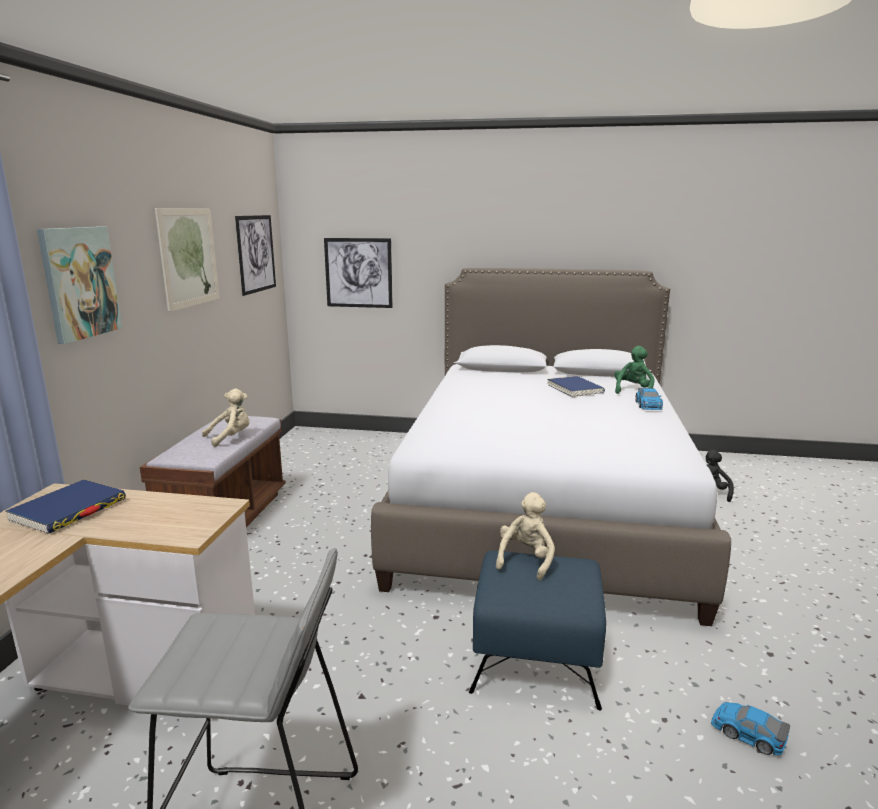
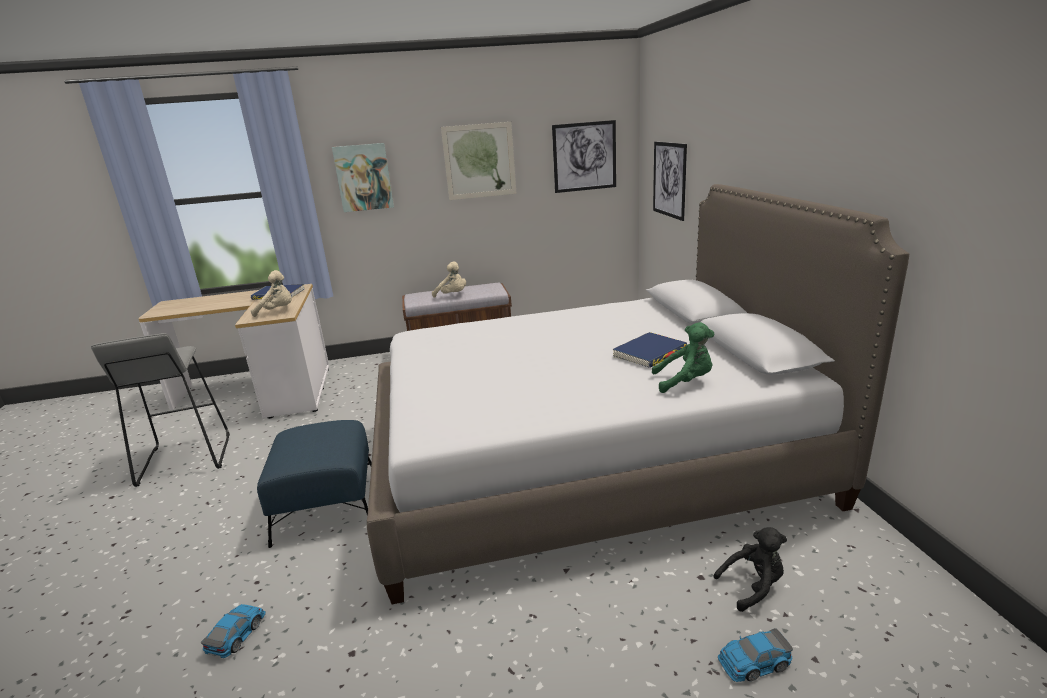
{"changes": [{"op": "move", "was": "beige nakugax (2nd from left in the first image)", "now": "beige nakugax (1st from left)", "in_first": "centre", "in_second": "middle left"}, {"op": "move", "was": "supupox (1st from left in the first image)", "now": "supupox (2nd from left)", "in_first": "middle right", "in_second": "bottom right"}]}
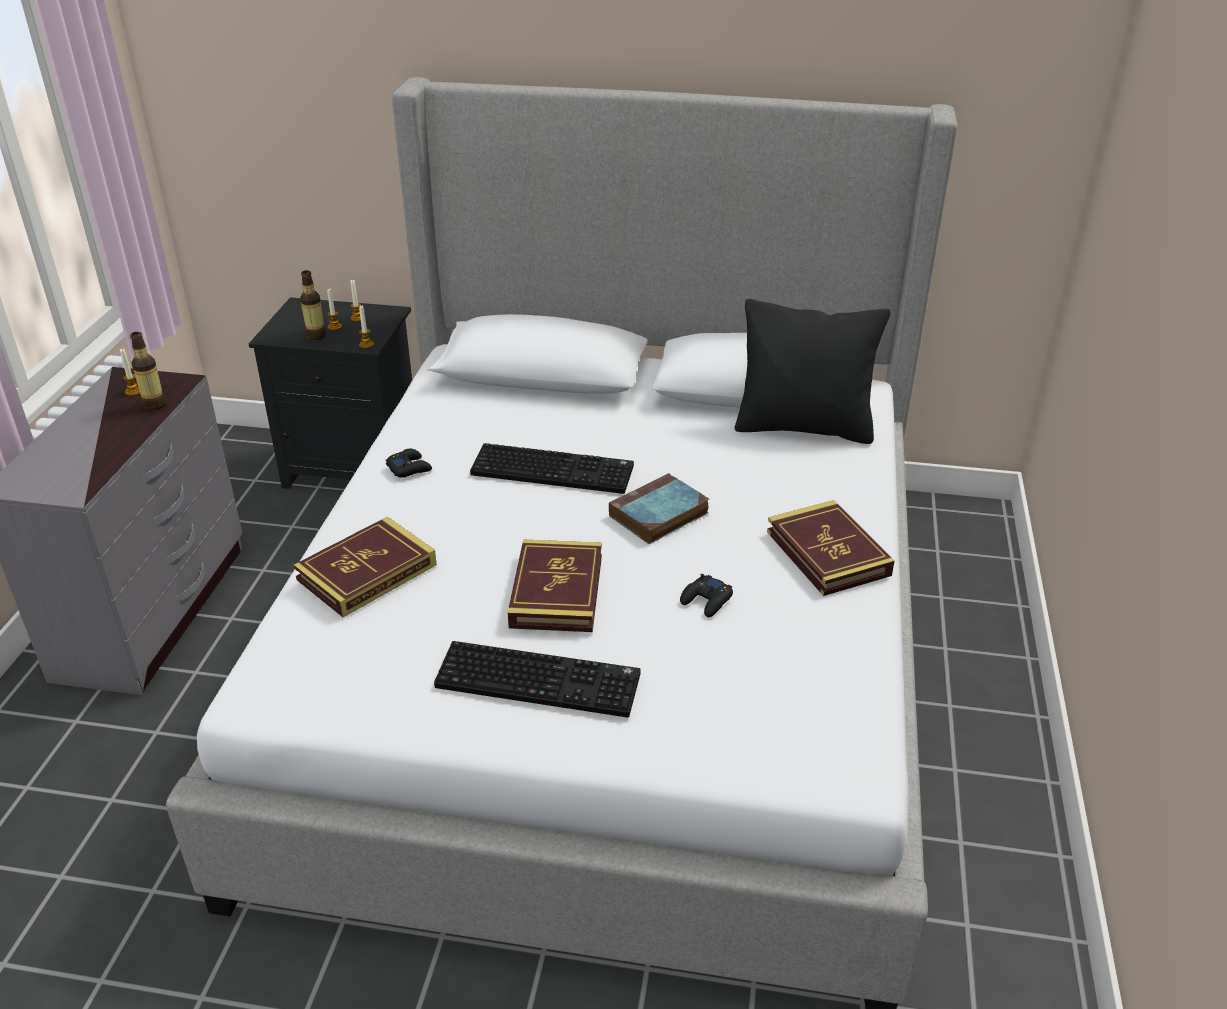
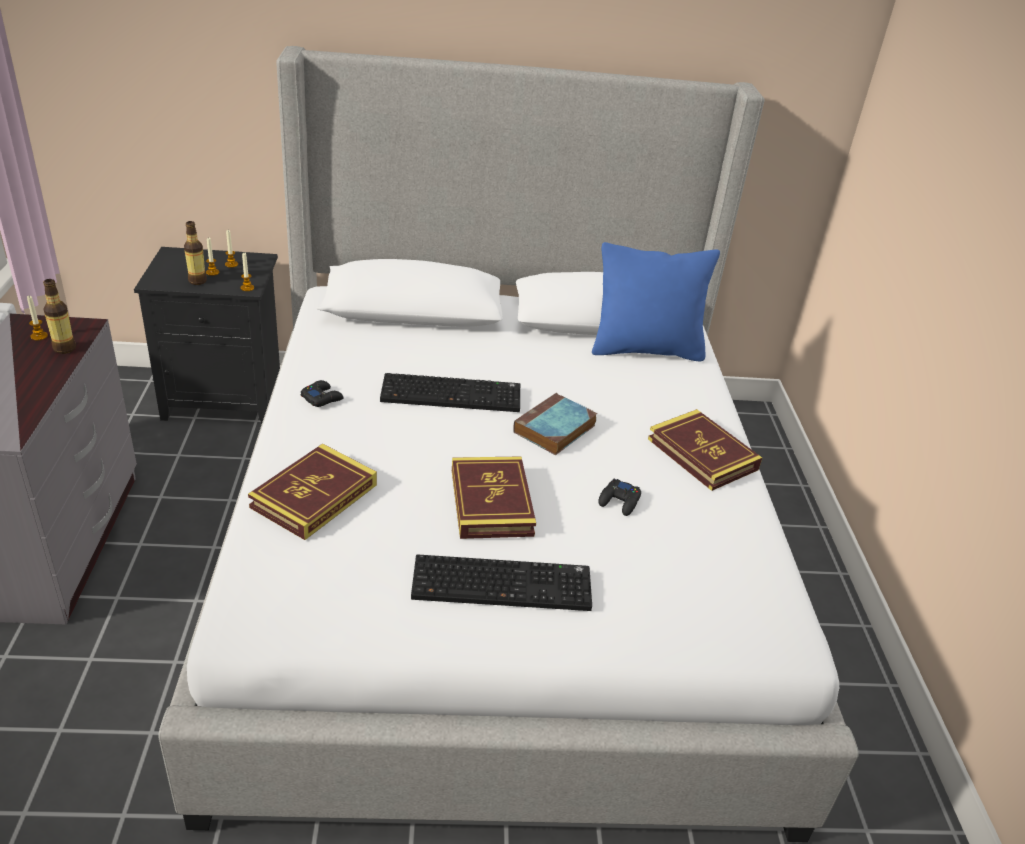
{"changes": [{"op": "recolor", "was": "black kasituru", "now": "blue kasituru", "in_first": "centre", "in_second": "centre"}]}
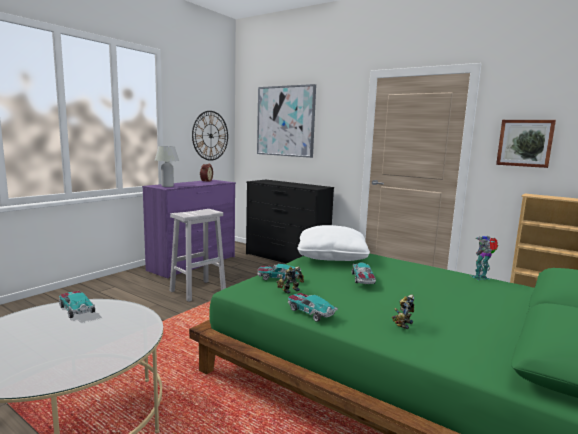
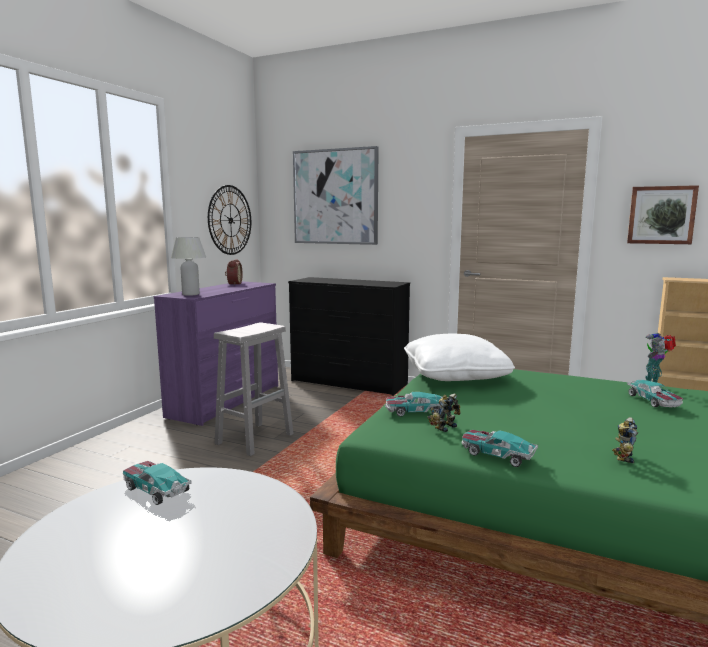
{"changes": [{"op": "move", "was": "supupox (4th from left)", "in_first": "centre", "in_second": "middle right"}]}
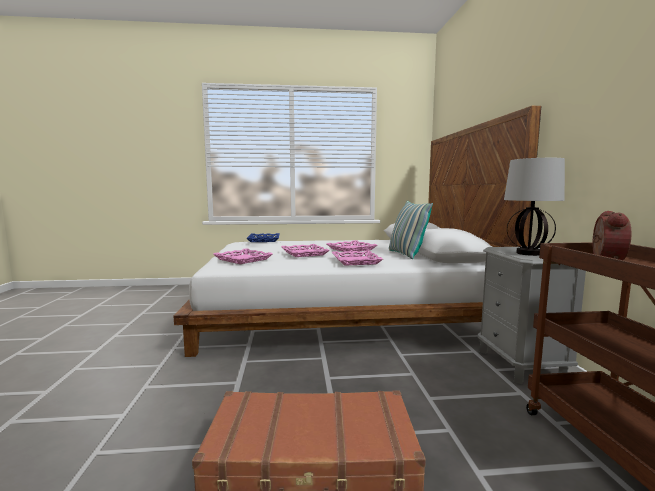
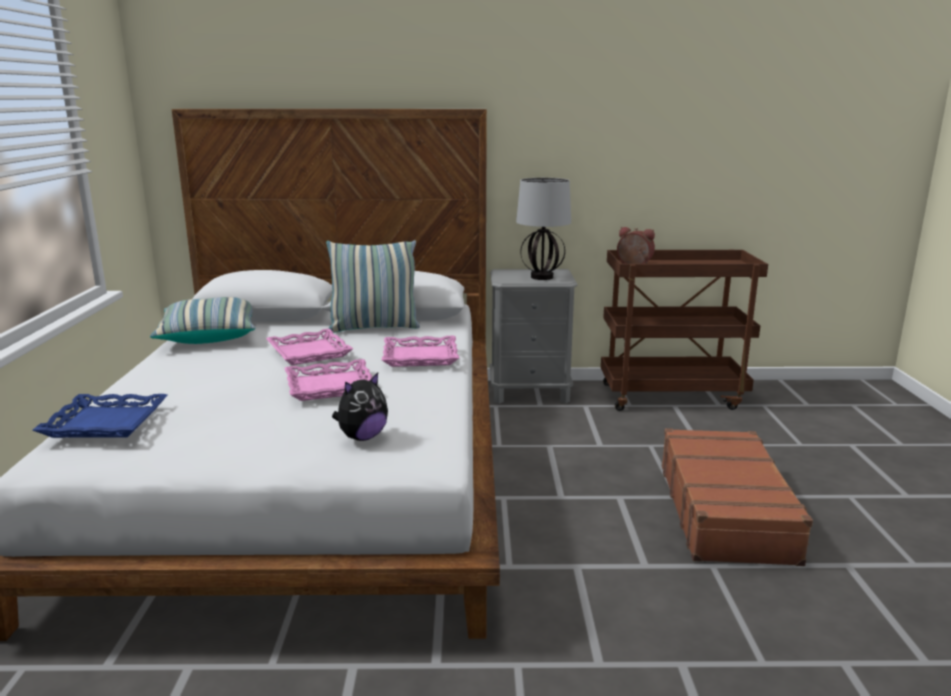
{"changes": [{"op": "insert", "now": "kasituru (1st from left)", "in_second": "middle left"}, {"op": "replace", "was": "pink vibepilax (1st from left)", "now": "nakugax", "in_first": "centre", "in_second": "centre"}]}
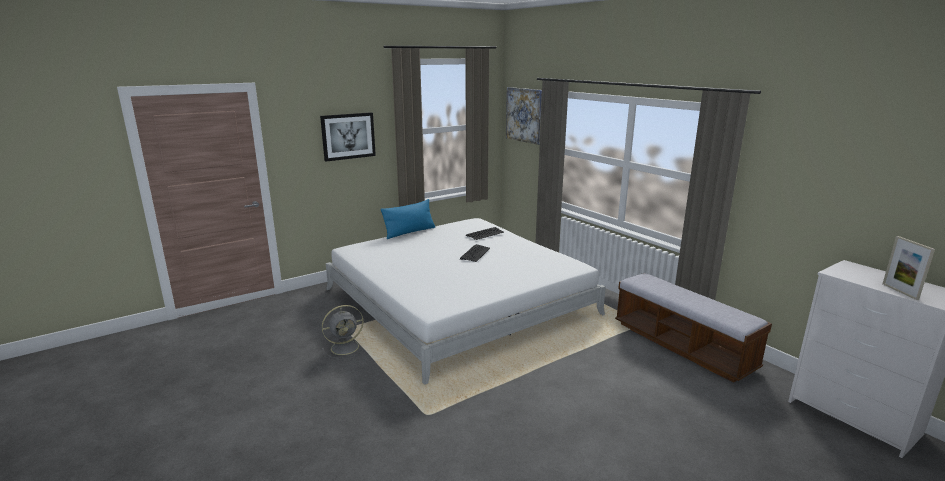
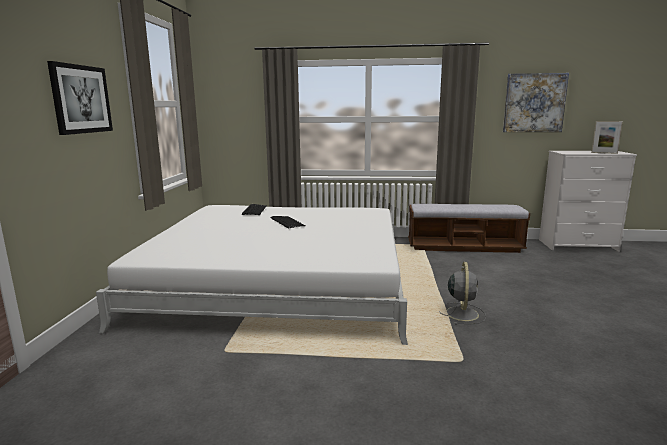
{"changes": [{"op": "move", "was": "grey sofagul", "in_first": "bottom centre", "in_second": "middle right"}, {"op": "move", "was": "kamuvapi (2nd from left)", "in_first": "top centre", "in_second": "top right"}, {"op": "delete", "was": "blue kasituru", "in_first": "centre"}]}
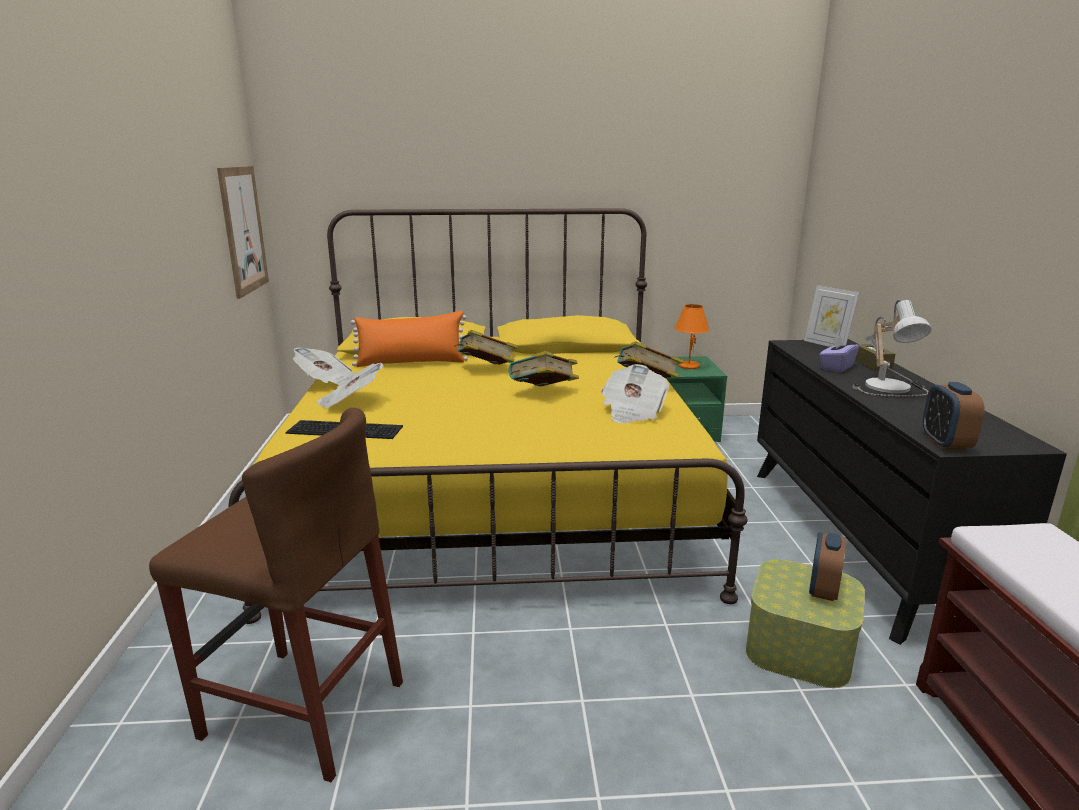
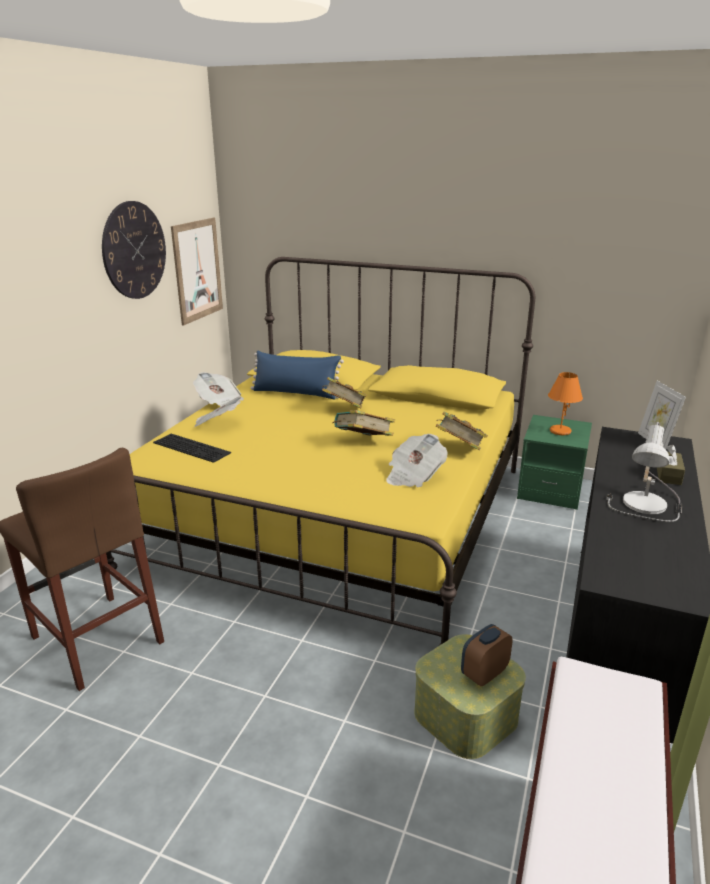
{"changes": [{"op": "insert", "now": "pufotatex", "in_second": "top left"}, {"op": "recolor", "was": "orange kasituru", "now": "blue kasituru", "in_first": "centre", "in_second": "centre"}, {"op": "delete", "was": "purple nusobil", "in_first": "middle right"}, {"op": "delete", "was": "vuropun (2nd from left)", "in_first": "middle right"}]}
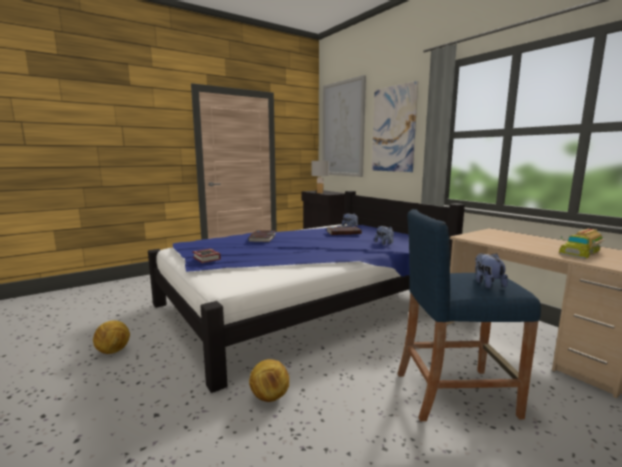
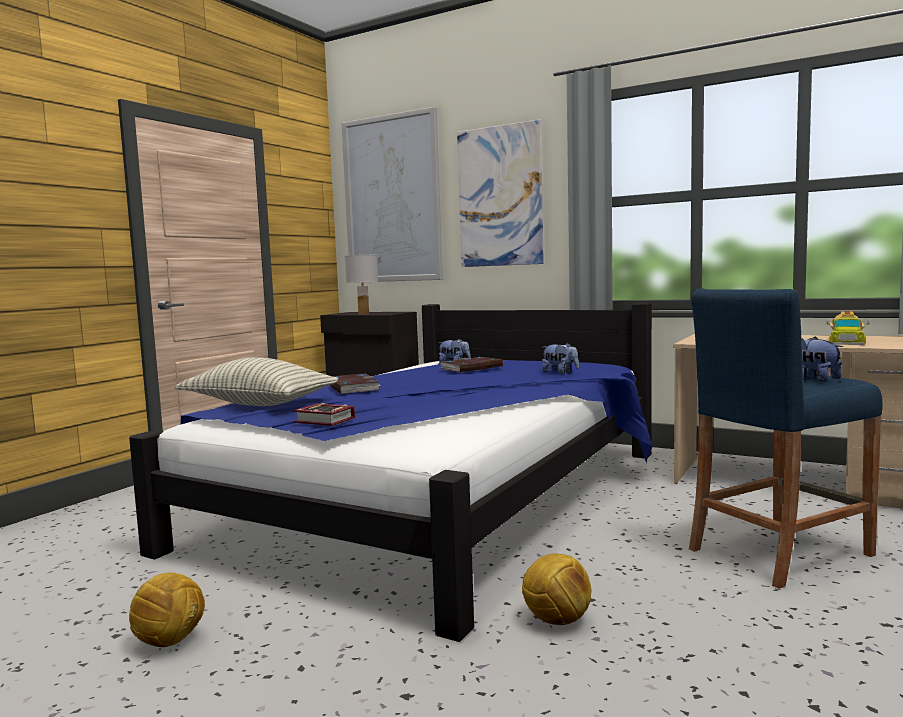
{"changes": [{"op": "insert", "now": "kasituru", "in_second": "middle left"}]}
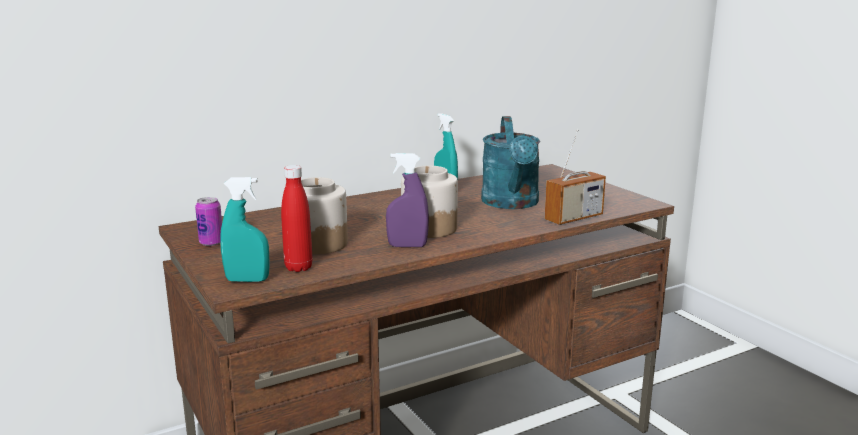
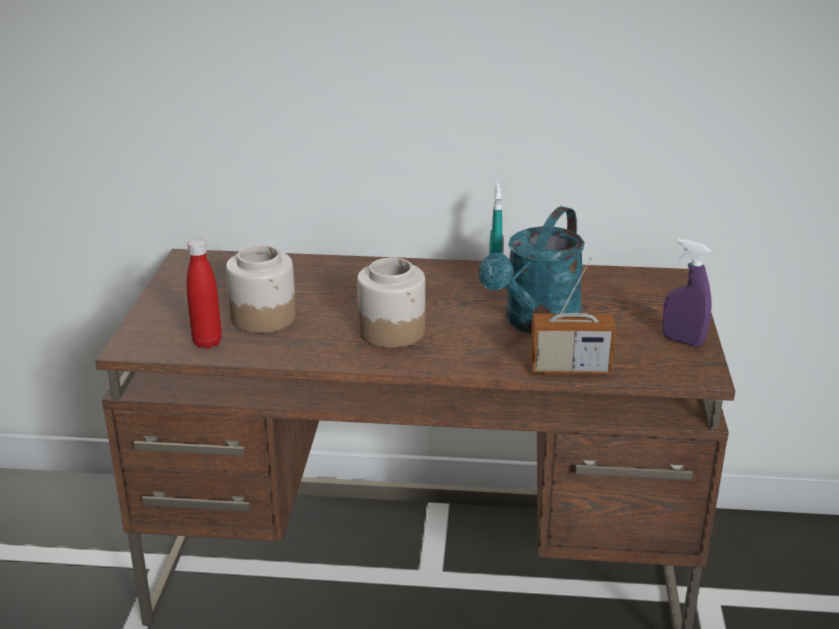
{"changes": [{"op": "move", "was": "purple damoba", "in_first": "centre", "in_second": "middle right"}, {"op": "delete", "was": "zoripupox", "in_first": "middle left"}, {"op": "delete", "was": "turquoise damoba (1st from left)", "in_first": "middle left"}]}
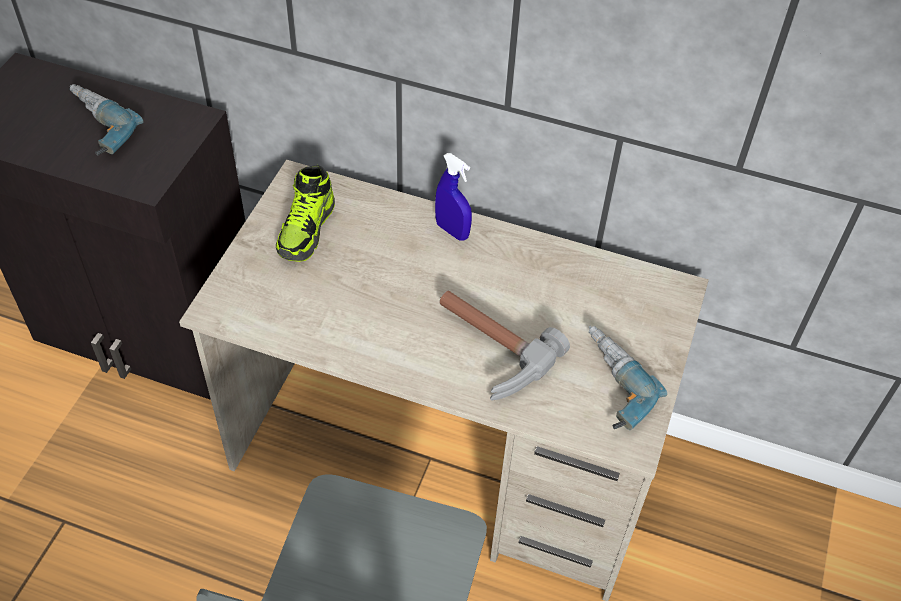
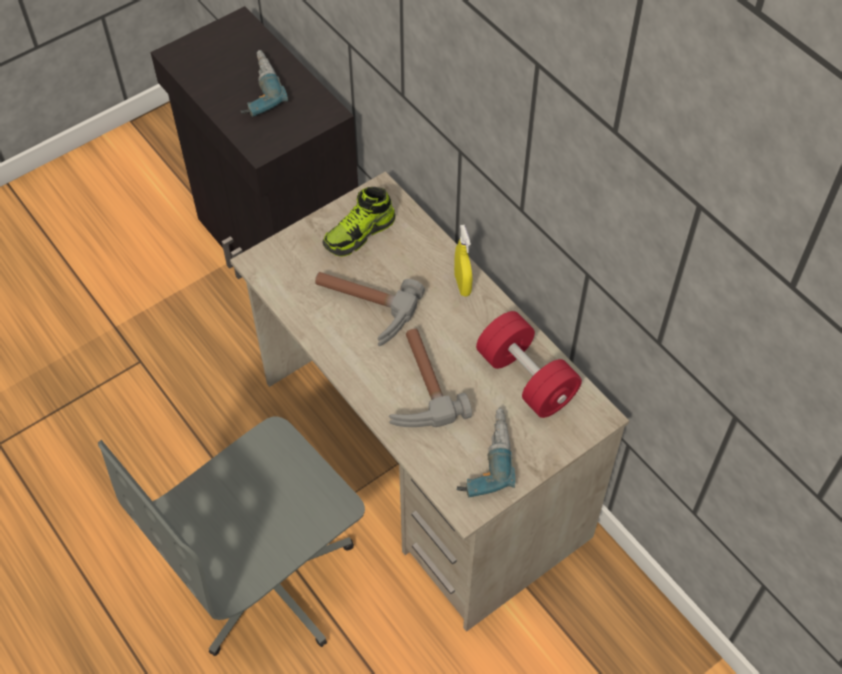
{"changes": [{"op": "insert", "now": "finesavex (1st from left)", "in_second": "centre"}, {"op": "recolor", "was": "blue damoba", "now": "yellow damoba", "in_first": "top centre", "in_second": "centre"}, {"op": "insert", "now": "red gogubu", "in_second": "centre"}]}
